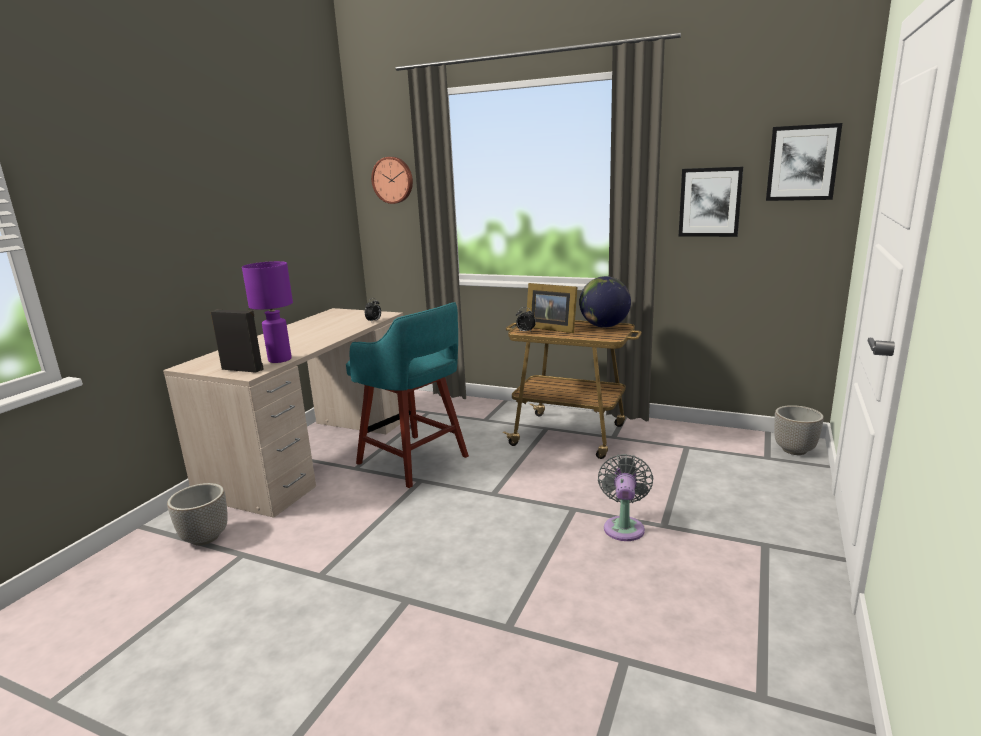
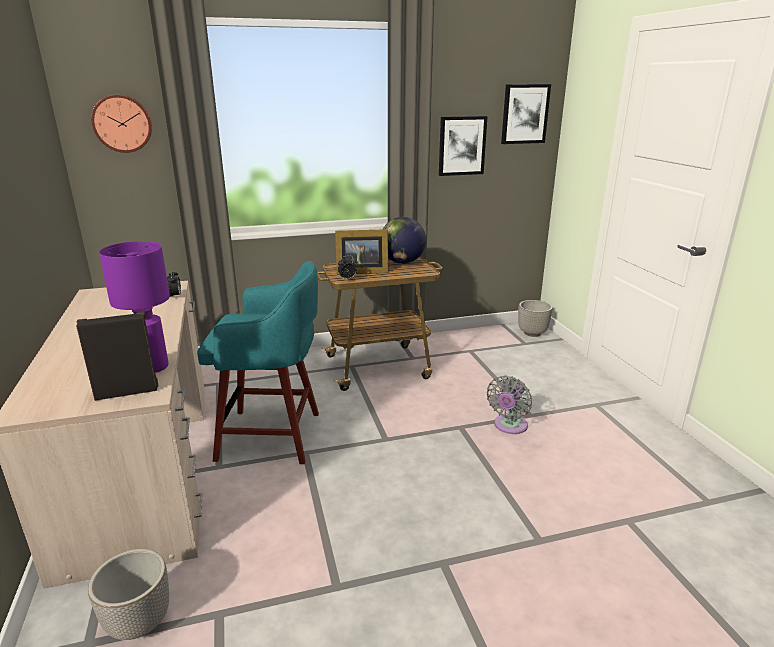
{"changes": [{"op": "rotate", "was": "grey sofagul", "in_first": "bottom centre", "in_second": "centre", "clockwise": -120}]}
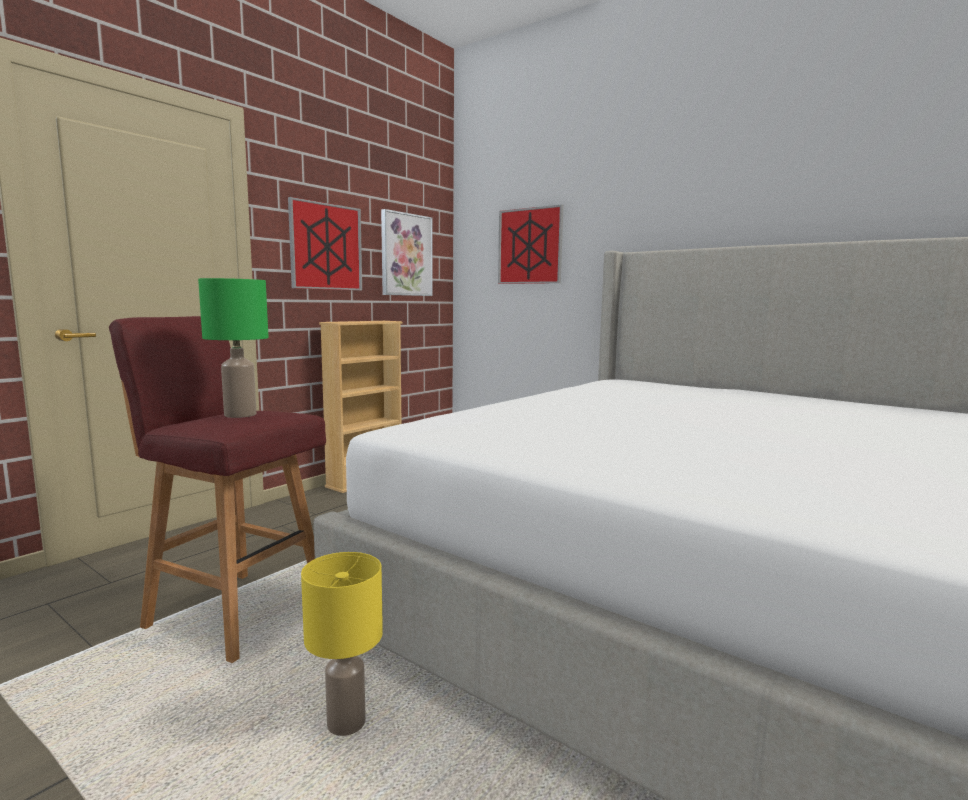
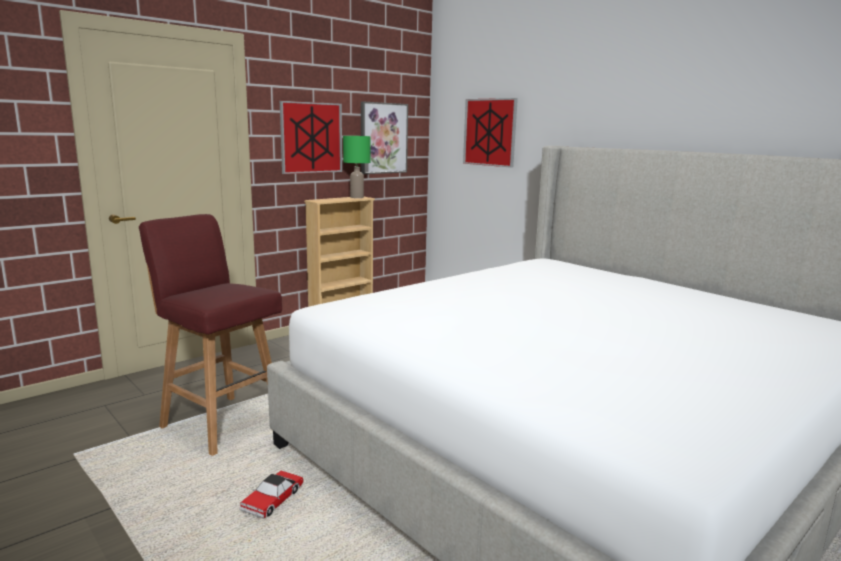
{"changes": [{"op": "replace", "was": "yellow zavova", "now": "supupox", "in_first": "bottom centre", "in_second": "bottom left"}, {"op": "move", "was": "green zavova", "in_first": "middle left", "in_second": "top centre"}]}
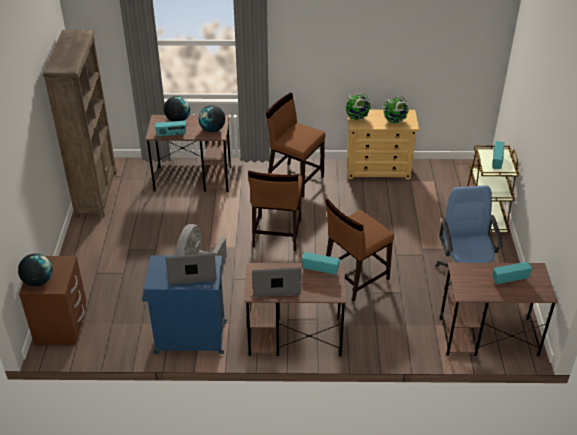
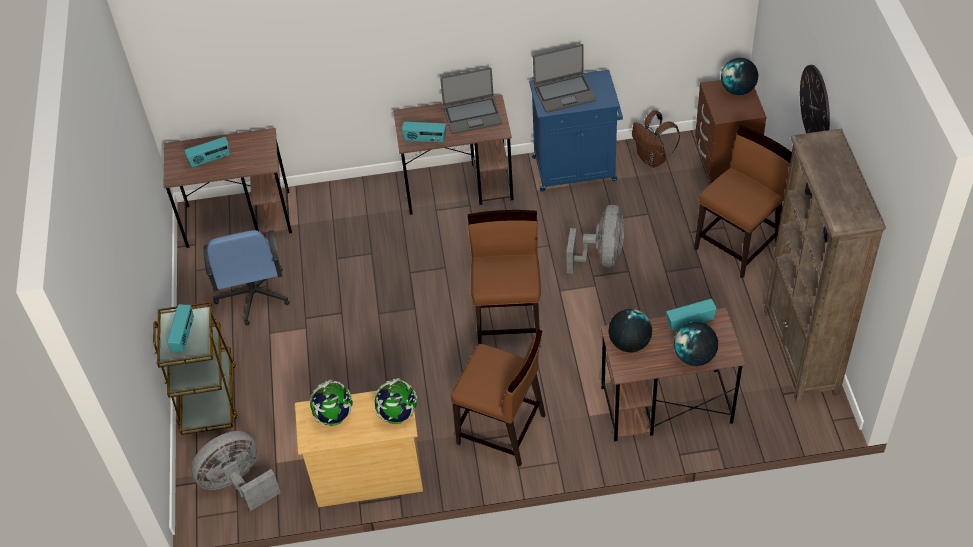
{"changes": [{"op": "insert", "now": "grey sofagul (1st from left)", "in_second": "bottom left"}, {"op": "insert", "now": "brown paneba", "in_second": "top right"}, {"op": "move", "was": "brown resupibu (3rd from left)", "in_first": "centre", "in_second": "middle right"}, {"op": "insert", "now": "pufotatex", "in_second": "top right"}]}
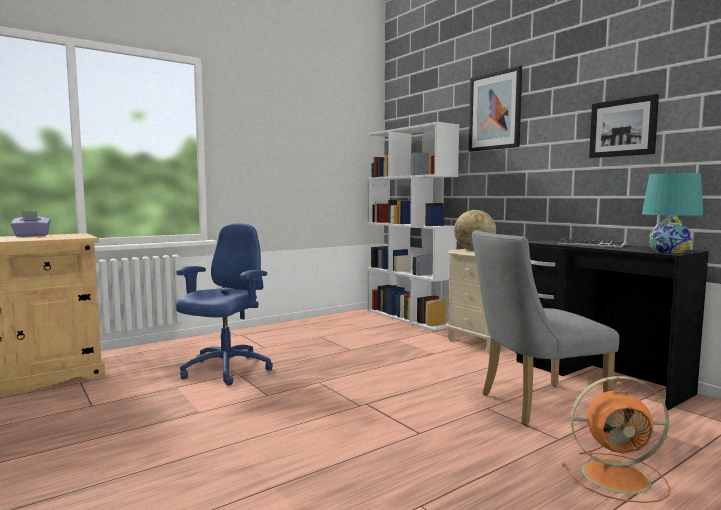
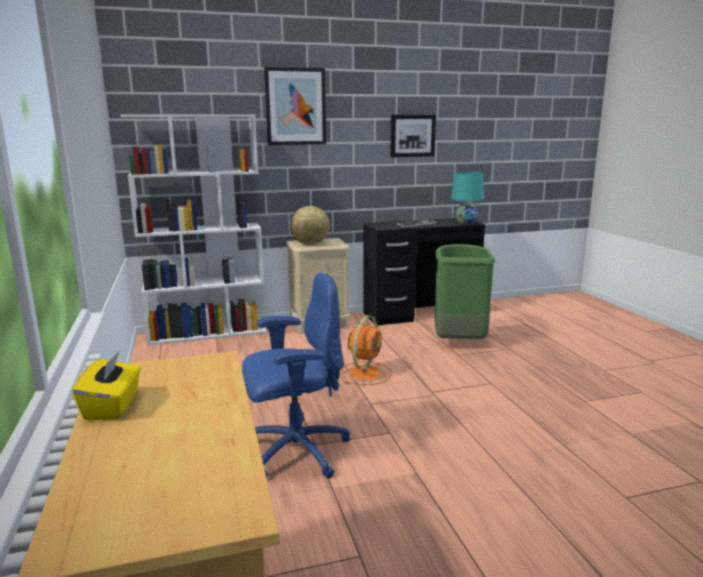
{"changes": [{"op": "recolor", "was": "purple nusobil", "now": "yellow nusobil", "in_first": "middle left", "in_second": "bottom left"}, {"op": "rotate", "was": "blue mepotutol", "in_first": "middle left", "in_second": "centre", "clockwise": 120}, {"op": "move", "was": "orange sofagul", "in_first": "bottom right", "in_second": "centre"}, {"op": "replace", "was": "grey resupibu", "now": "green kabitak", "in_first": "middle right", "in_second": "centre"}]}
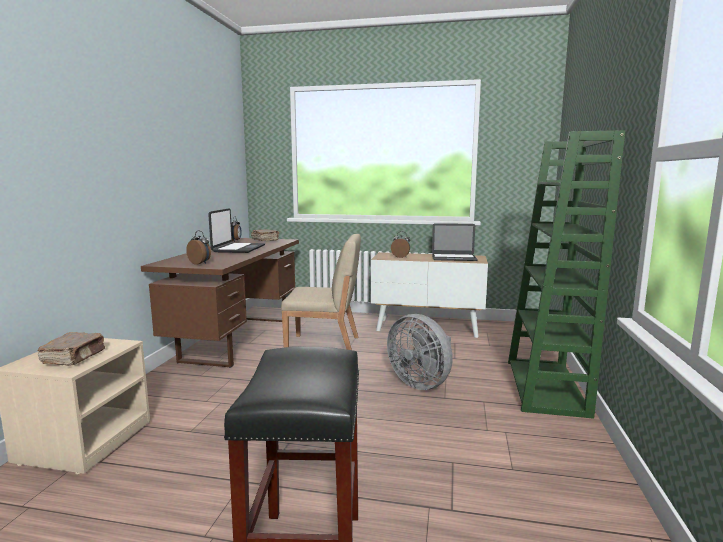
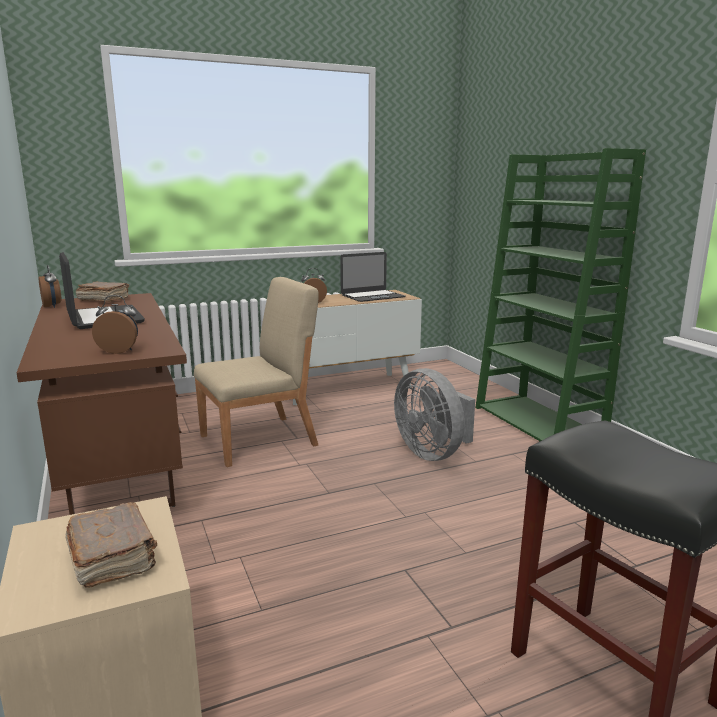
{"changes": [{"op": "rotate", "was": "grey sofagul", "in_first": "centre", "in_second": "centre", "clockwise": 45}]}
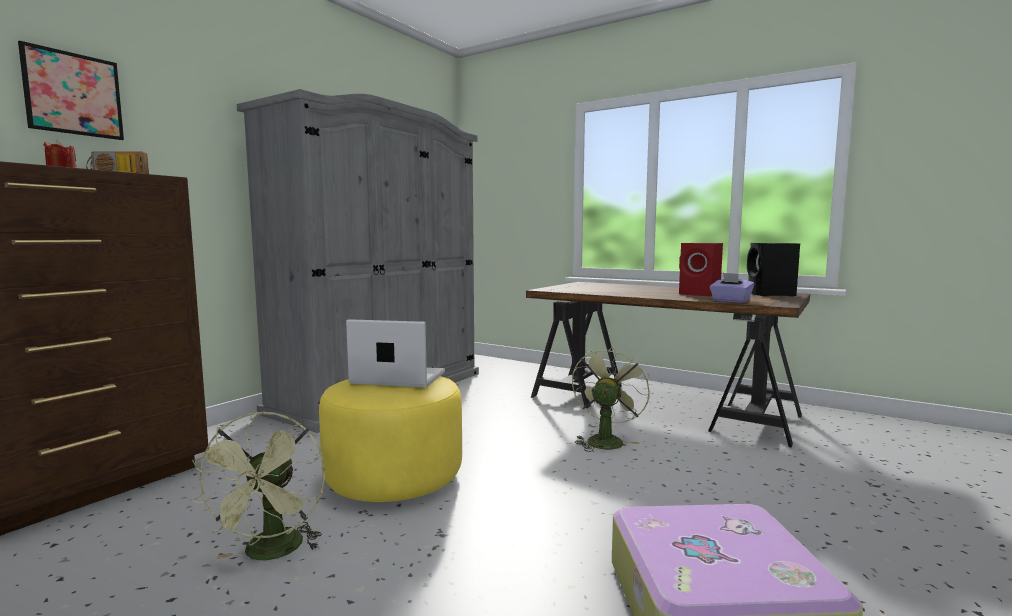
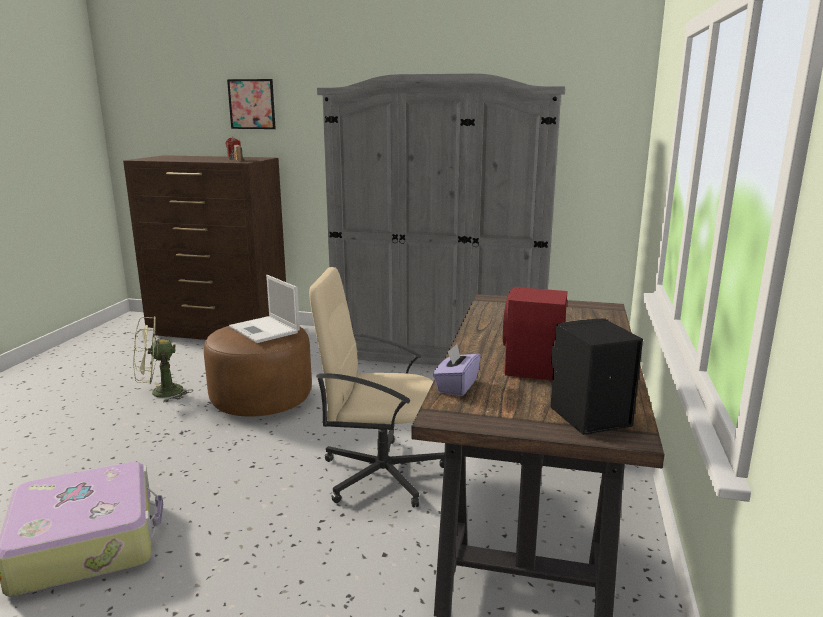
{"changes": [{"op": "recolor", "was": "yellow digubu", "now": "brown digubu", "in_first": "bottom centre", "in_second": "middle left"}, {"op": "rotate", "was": "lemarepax", "in_first": "centre", "in_second": "middle left", "clockwise": 150}, {"op": "replace", "was": "green sofagul (2nd from left)", "now": "beige mepotutol", "in_first": "centre", "in_second": "centre"}]}
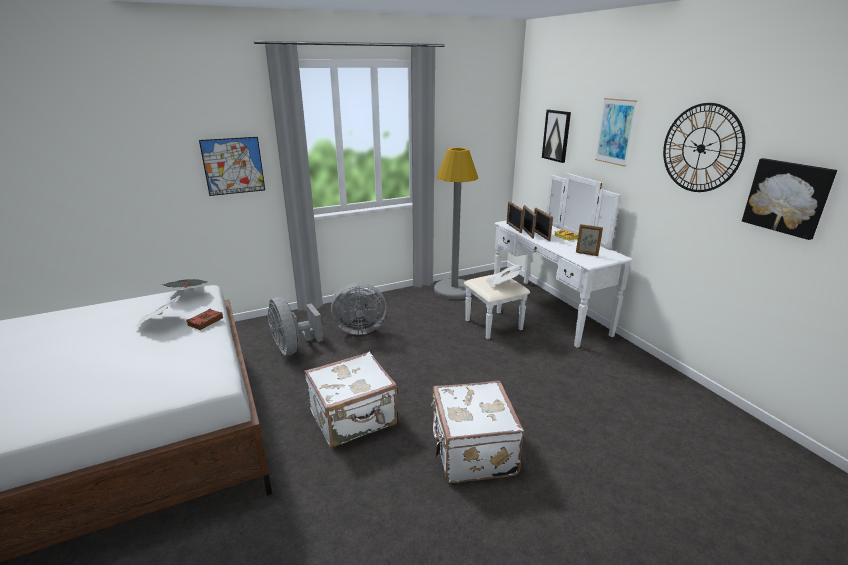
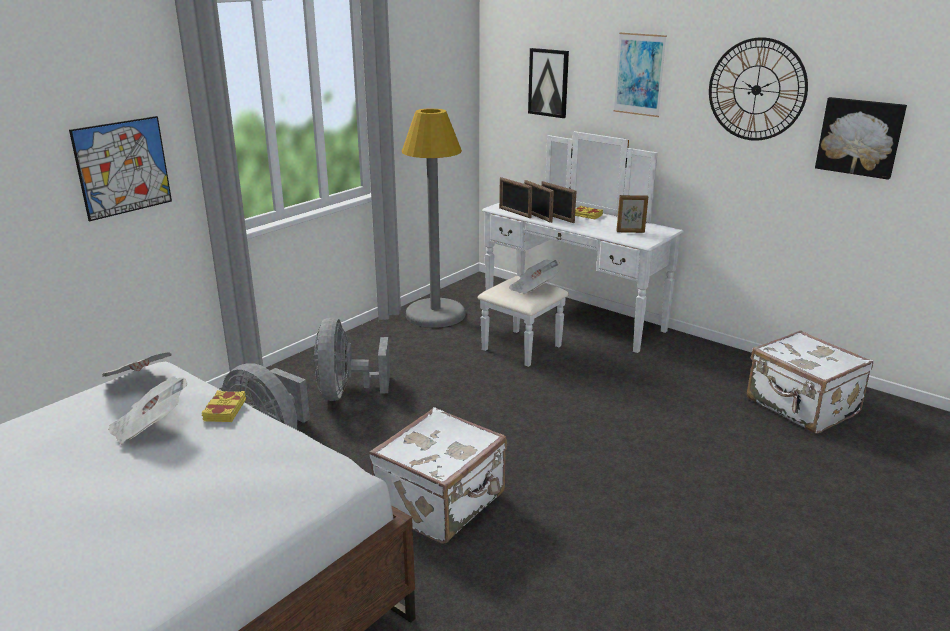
{"changes": [{"op": "recolor", "was": "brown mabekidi", "now": "yellow mabekidi (1st from left)", "in_first": "middle left", "in_second": "middle left"}, {"op": "rotate", "was": "grey sofagul (2nd from left)", "in_first": "centre", "in_second": "centre", "clockwise": 120}, {"op": "move", "was": "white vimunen (2nd from left)", "in_first": "bottom centre", "in_second": "middle right"}]}
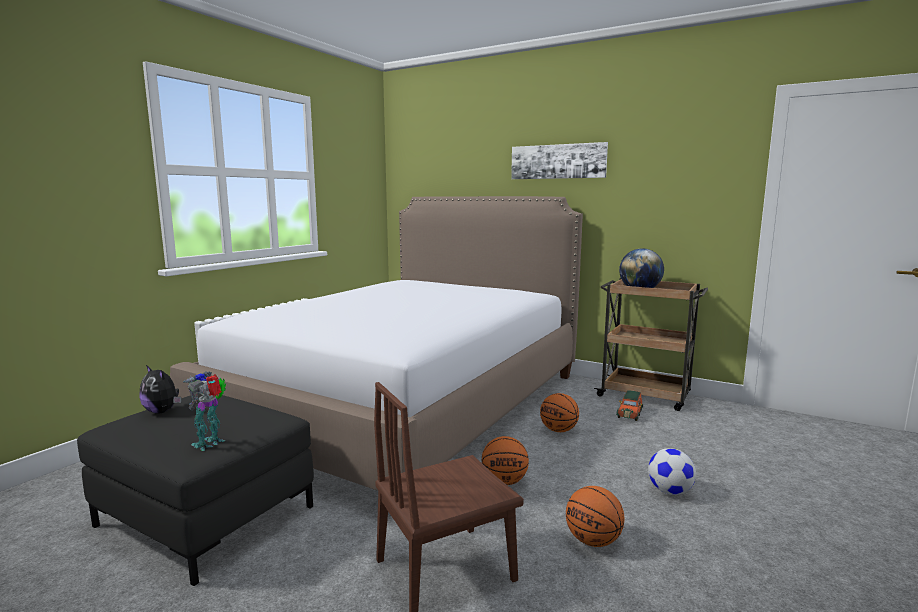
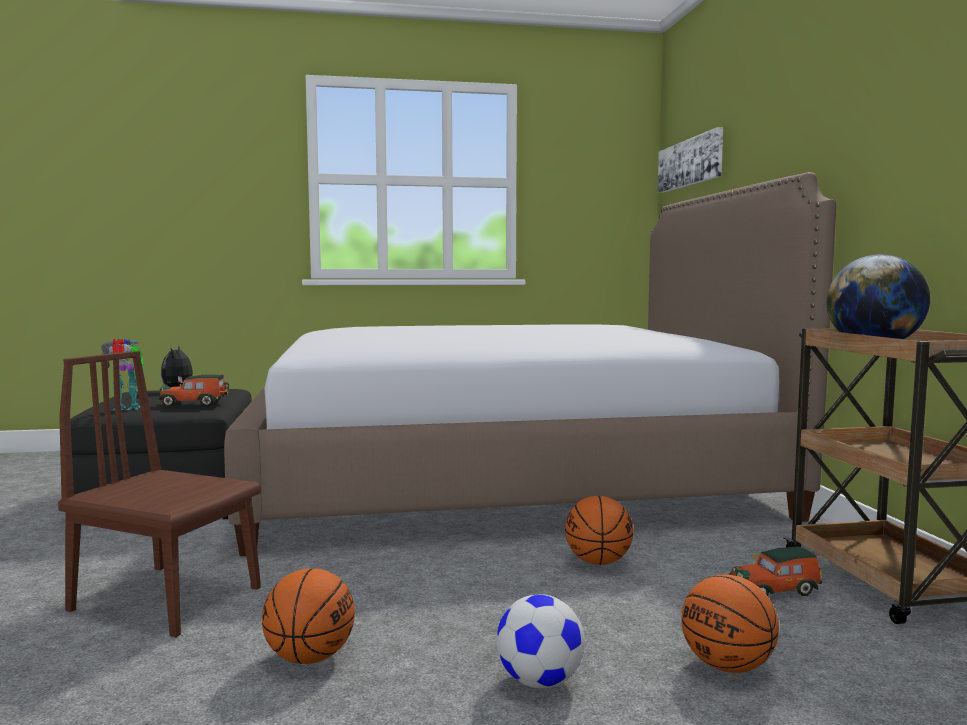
{"changes": [{"op": "insert", "now": "supupox (1st from left)", "in_second": "middle left"}, {"op": "move", "was": "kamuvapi", "in_first": "top centre", "in_second": "top right"}, {"op": "move", "was": "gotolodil (1st from left in the first image)", "now": "gotolodil (3rd from left)", "in_first": "bottom centre", "in_second": "bottom right"}]}
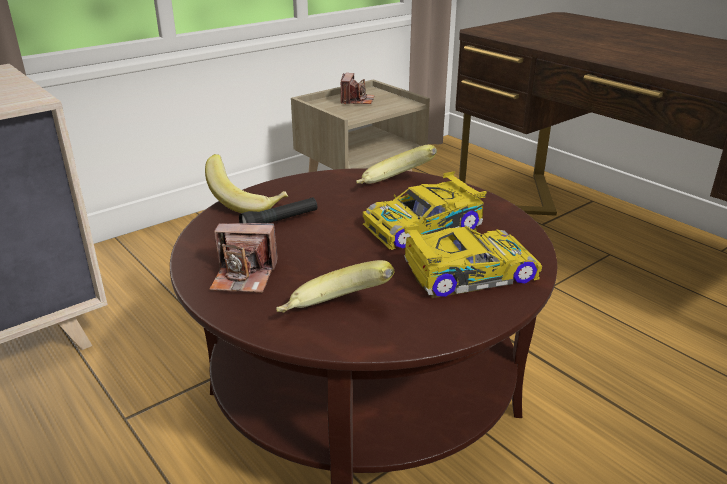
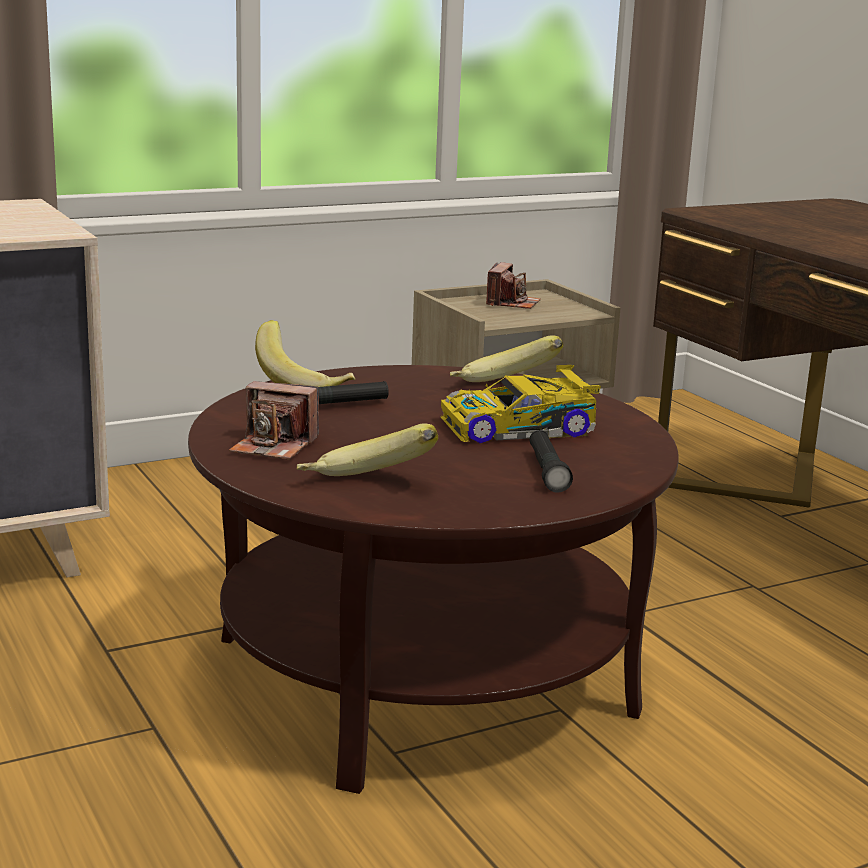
{"changes": [{"op": "replace", "was": "supupox (2nd from left)", "now": "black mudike (2nd from left)", "in_first": "centre", "in_second": "centre"}]}
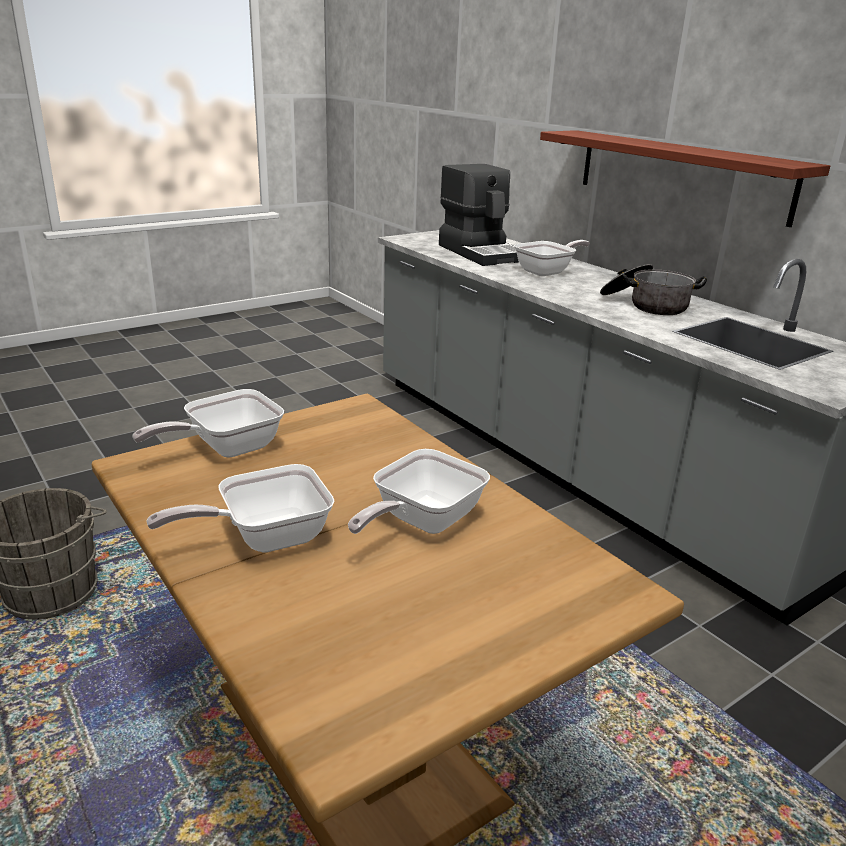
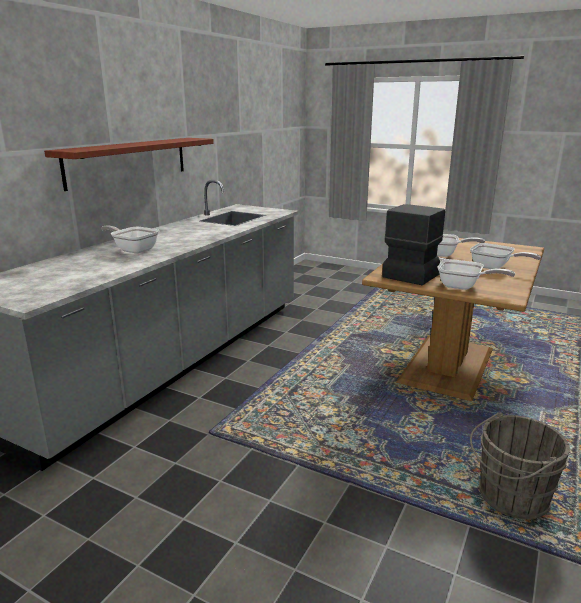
{"changes": [{"op": "move", "was": "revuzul", "in_first": "top centre", "in_second": "middle right"}, {"op": "delete", "was": "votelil", "in_first": "middle right"}]}
